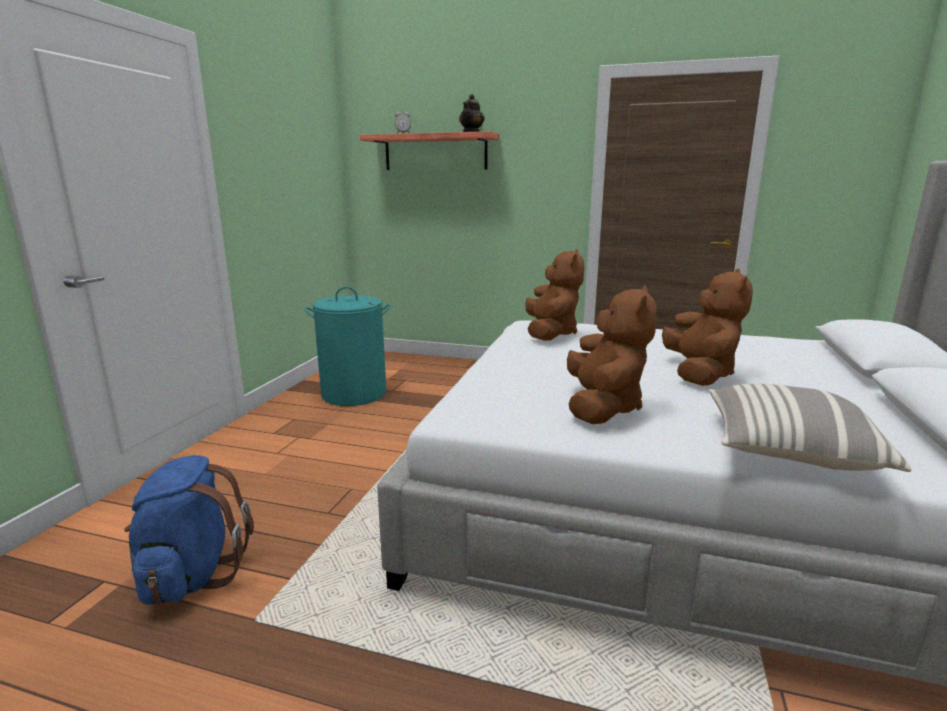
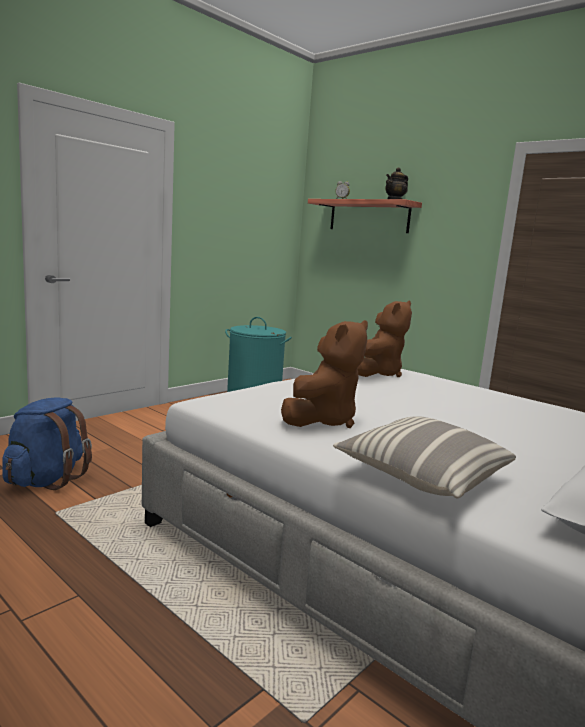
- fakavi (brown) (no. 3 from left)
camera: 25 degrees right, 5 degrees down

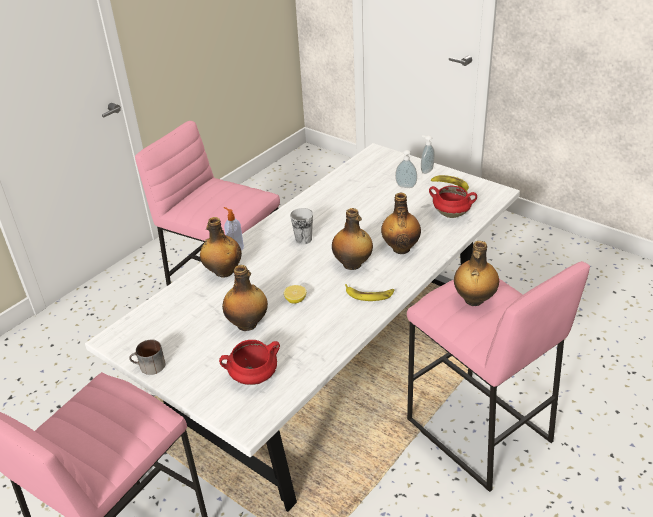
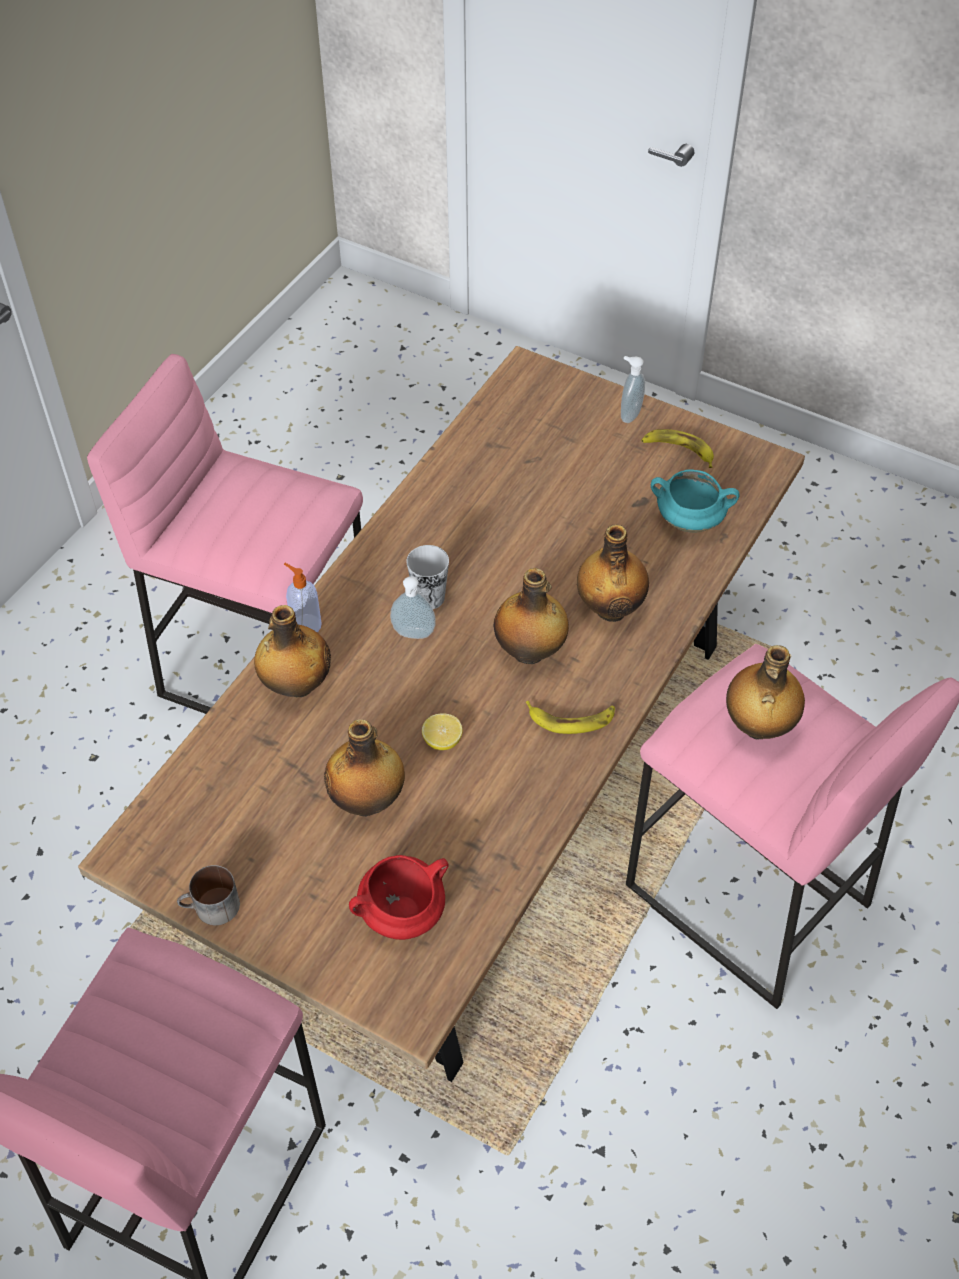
~ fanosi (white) to fanosi (brown)
~ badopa (no. 2 from left)
~ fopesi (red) (no. 2 from left) to fopesi (turquoise)
camera: 10 degrees left, 15 degrees up

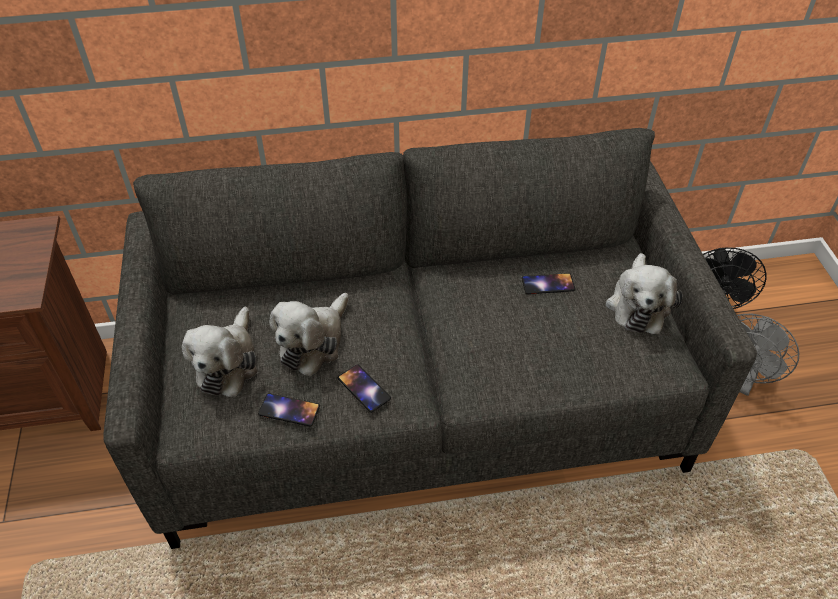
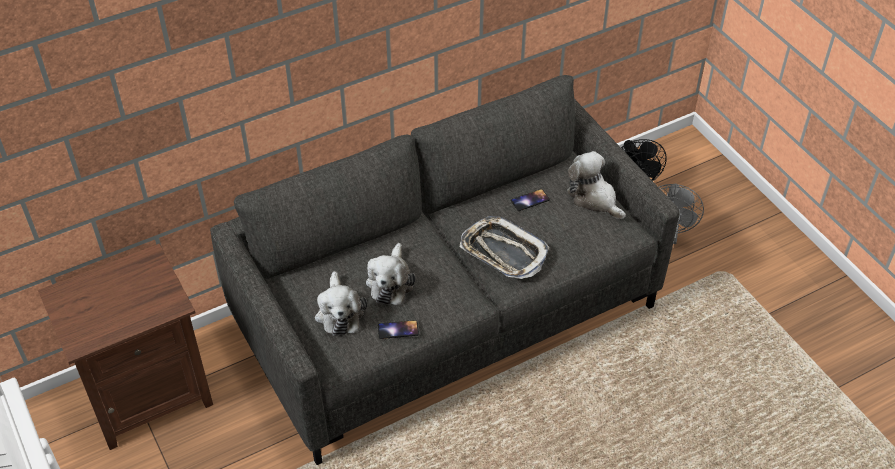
~ fakavi (no. 3 from left) 150 degrees clockwise
- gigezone (no. 2 from left)
+ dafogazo
camera: 20 degrees left, 0 degrees up

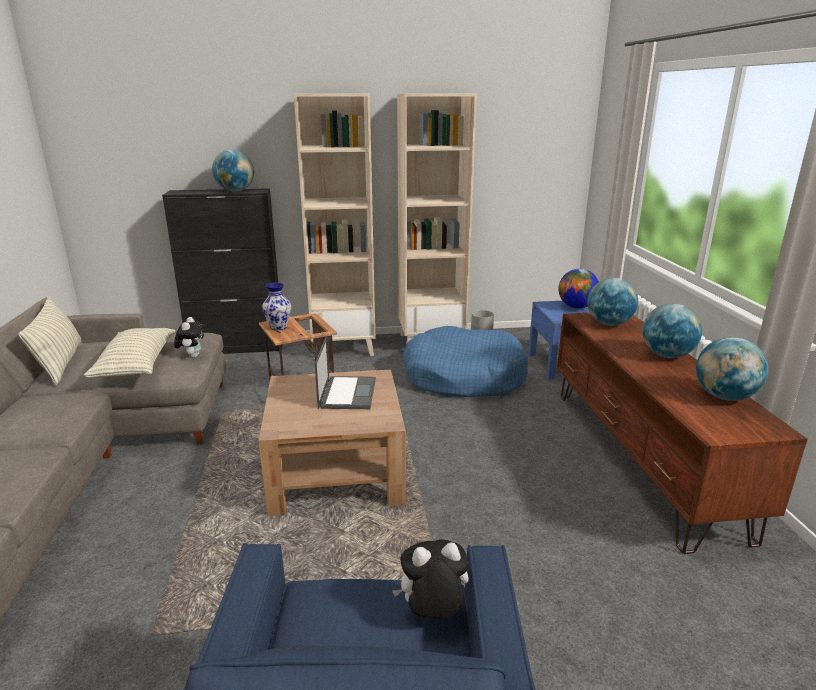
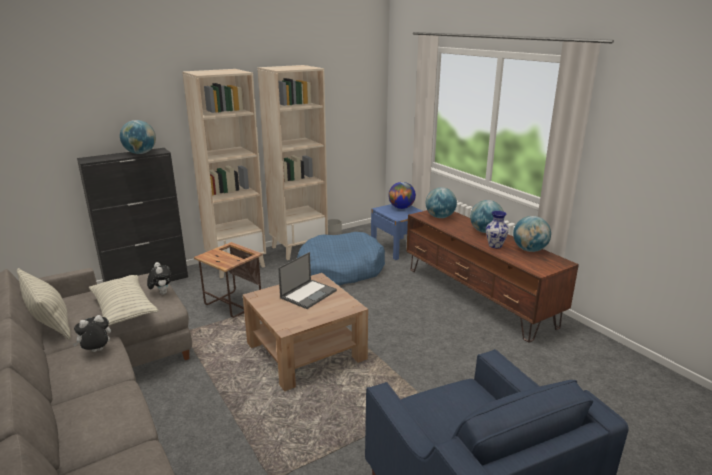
~ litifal
~ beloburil 60 degrees clockwise
~ fakavi (no. 2 from left in the first image) to fakavi (no. 1 from left)
camera: 25 degrees left, 0 degrees up

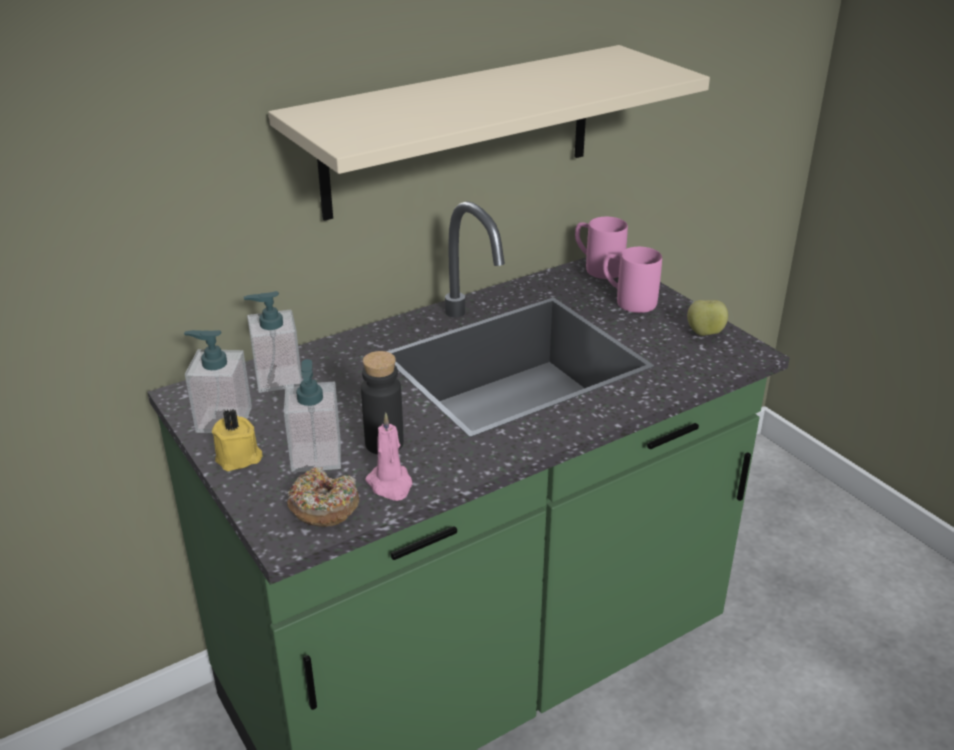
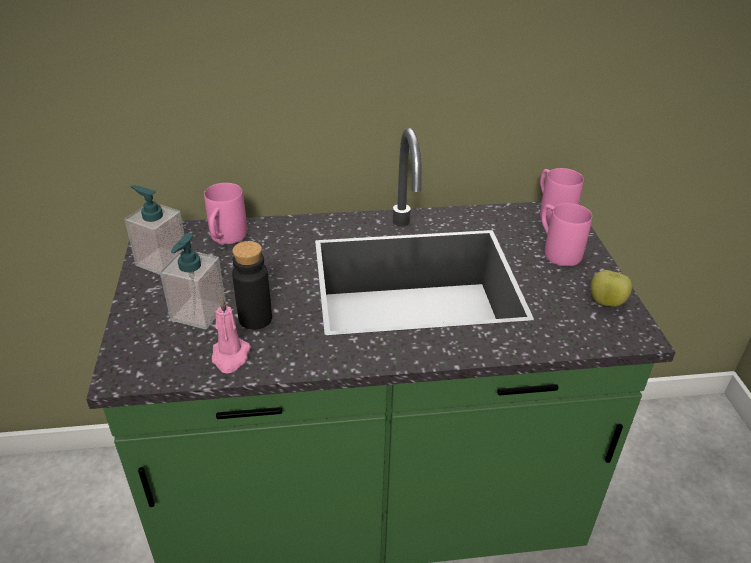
- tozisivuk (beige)
~ badopa (no. 2 from left) to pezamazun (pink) (no. 1 from left)
- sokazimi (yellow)
- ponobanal
camera: 25 degrees right, 5 degrees up

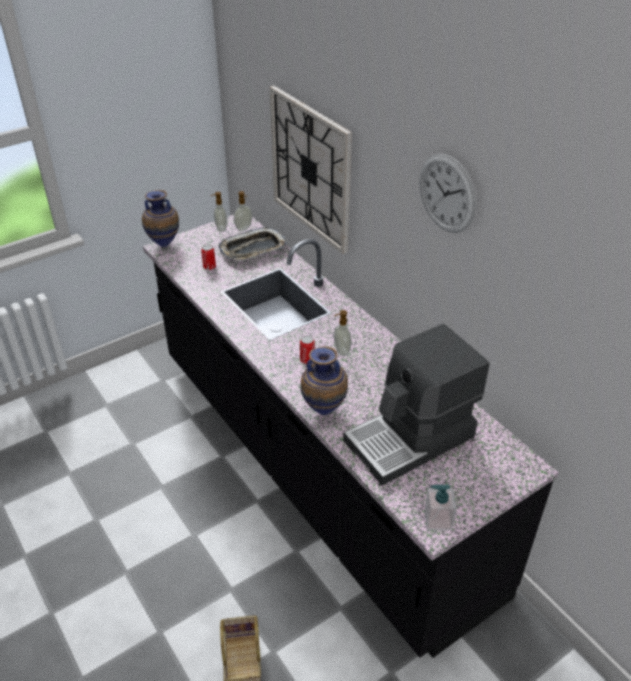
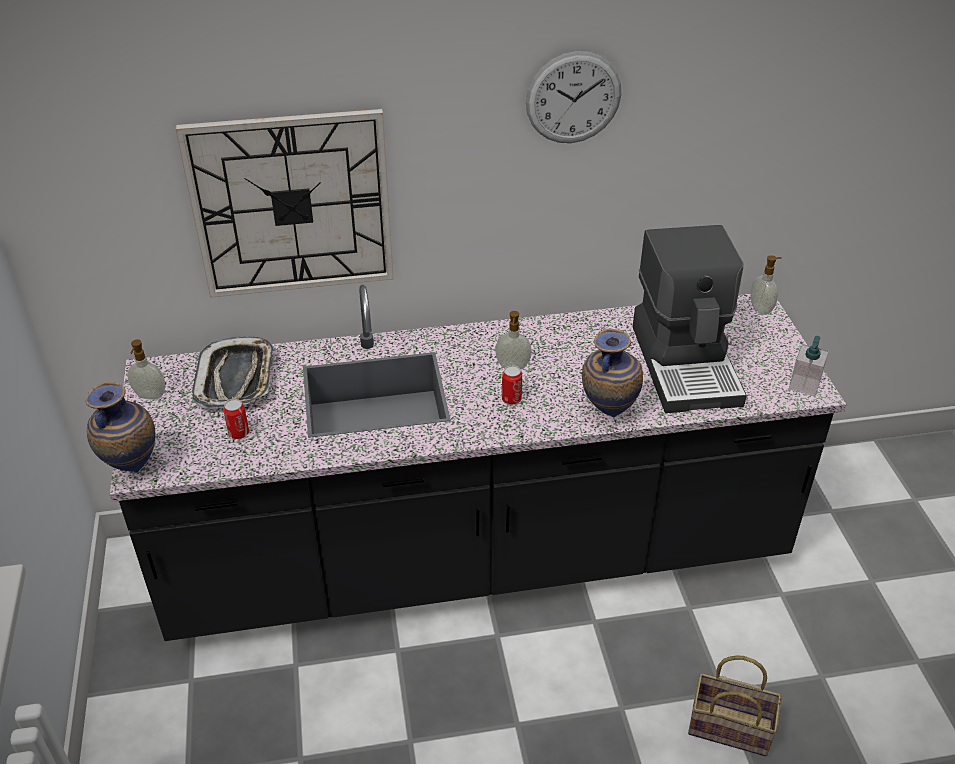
~ badopa (no. 2 from left in the first image) to badopa (no. 3 from left)
camera: 65 degrees left, 0 degrees up

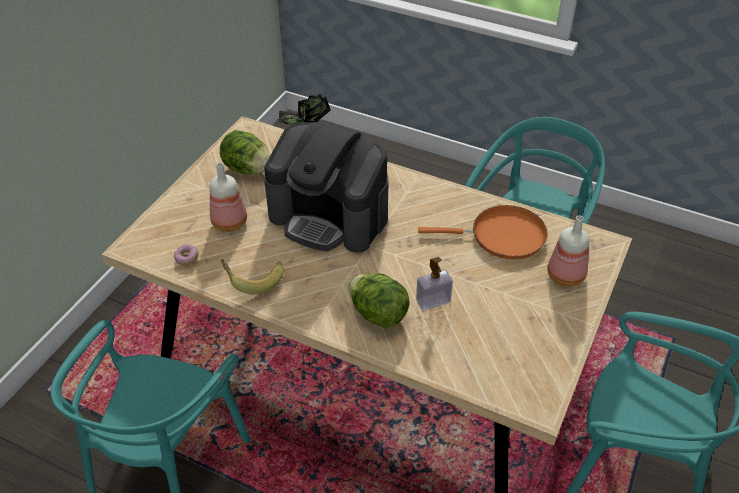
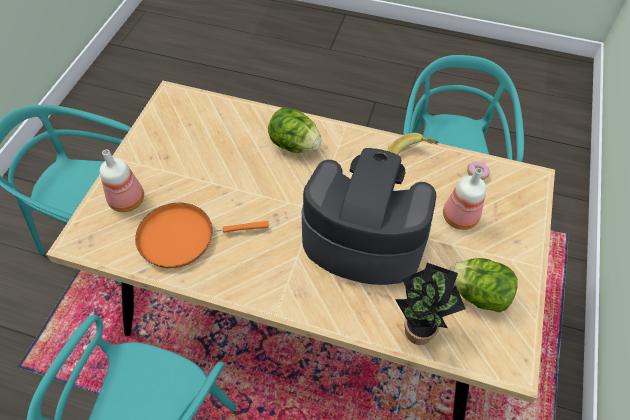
- badopa
camera: 170 degrees right, 10 degrees up

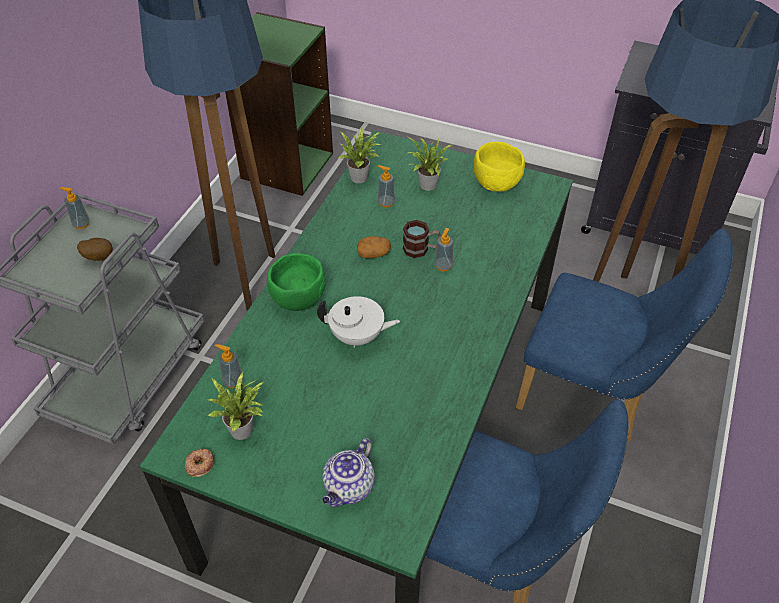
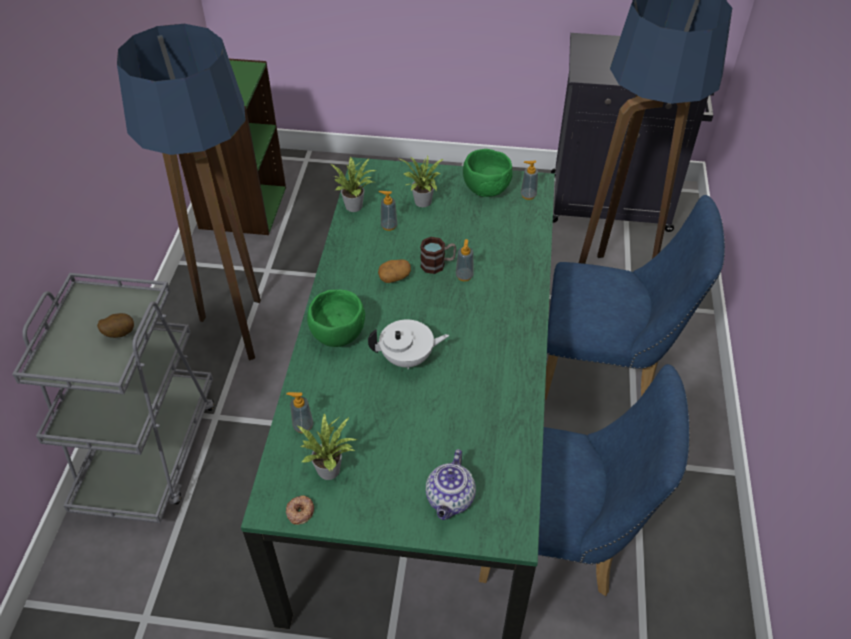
~ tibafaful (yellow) to tibafaful (green) (no. 2 from left)
~ badopa (no. 1 from left in the first image) to badopa (no. 4 from left)
camera: 15 degrees left, 0 degrees up

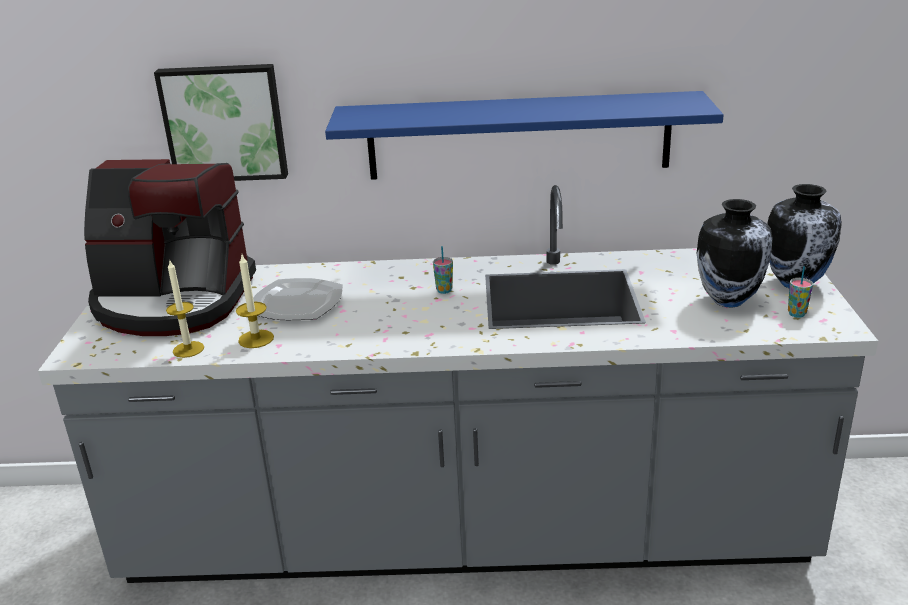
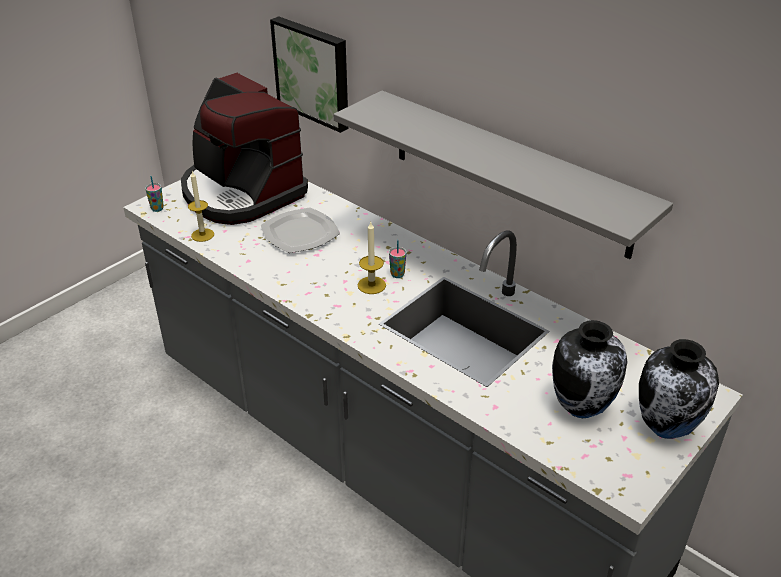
~ tozisivuk (blue) to tozisivuk (grey)
~ sokazimi (no. 2 from left)
~ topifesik (no. 2 from left in the first image) to topifesik (no. 1 from left)
camera: 40 degrees right, 10 degrees up

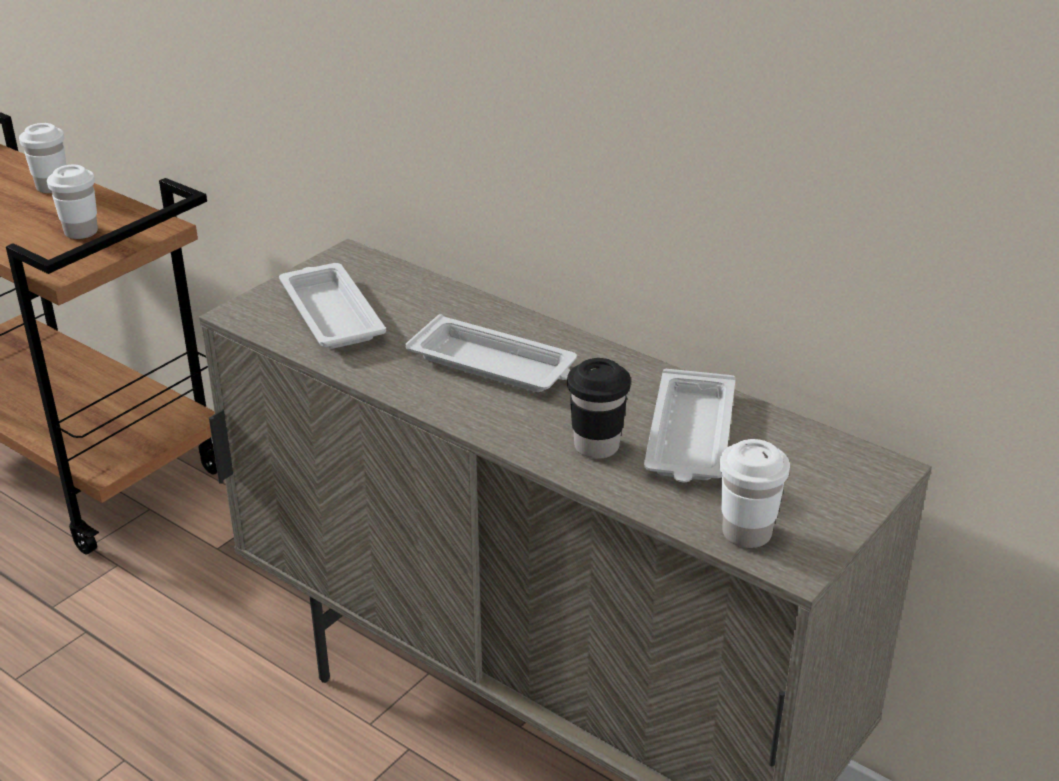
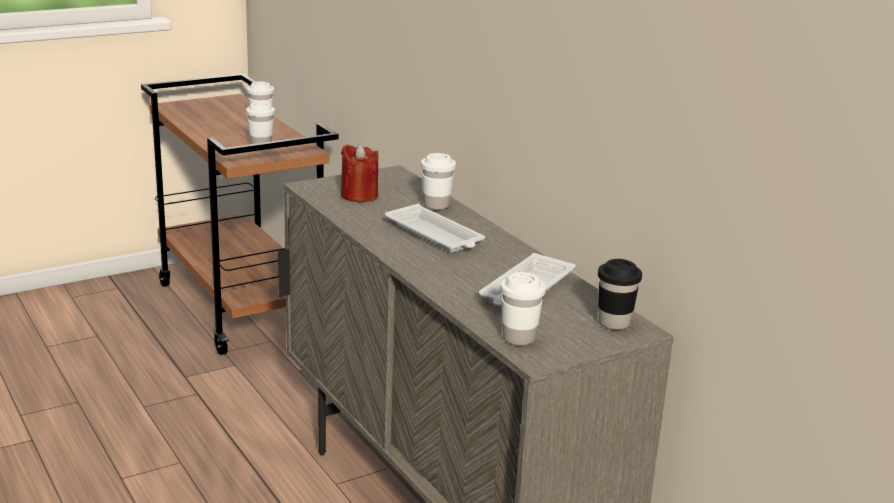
~ dafogazo (white) (no. 1 from left) to sokazimi (red)
~ topifesik (black)
+ topifesik (white) (no. 3 from left)
camera: 20 degrees right, 10 degrees down

